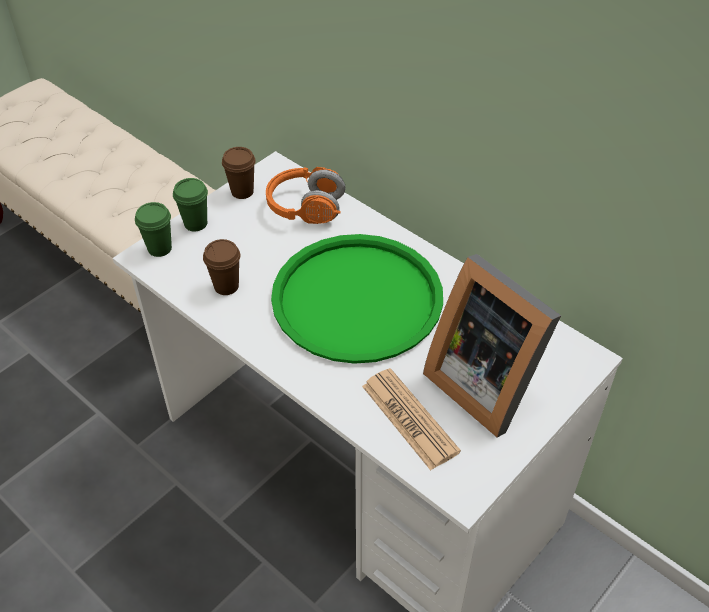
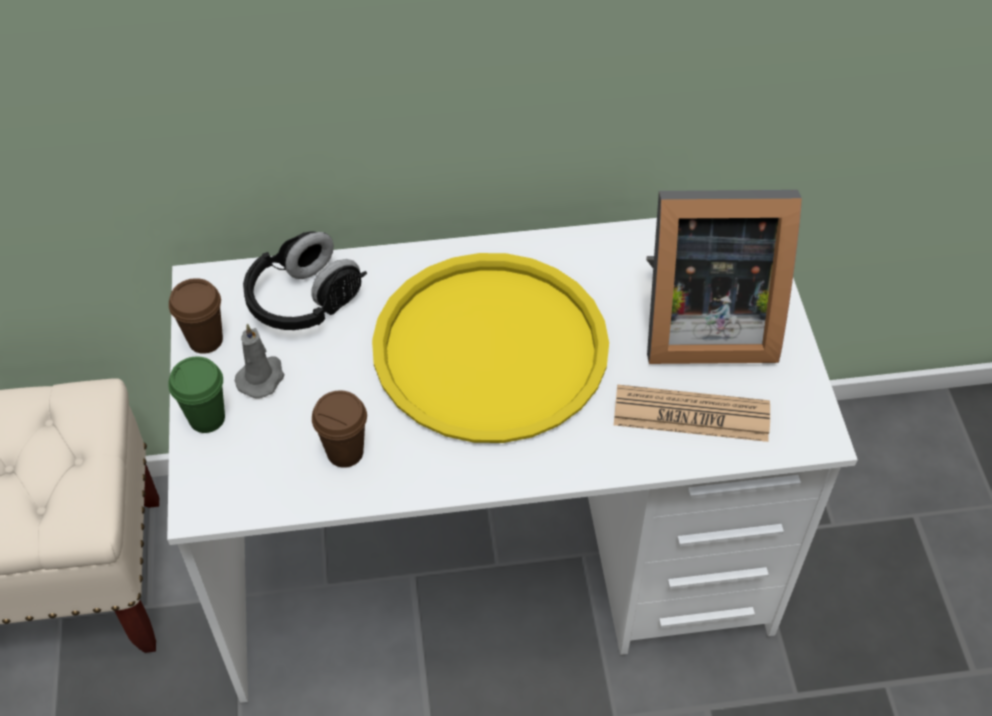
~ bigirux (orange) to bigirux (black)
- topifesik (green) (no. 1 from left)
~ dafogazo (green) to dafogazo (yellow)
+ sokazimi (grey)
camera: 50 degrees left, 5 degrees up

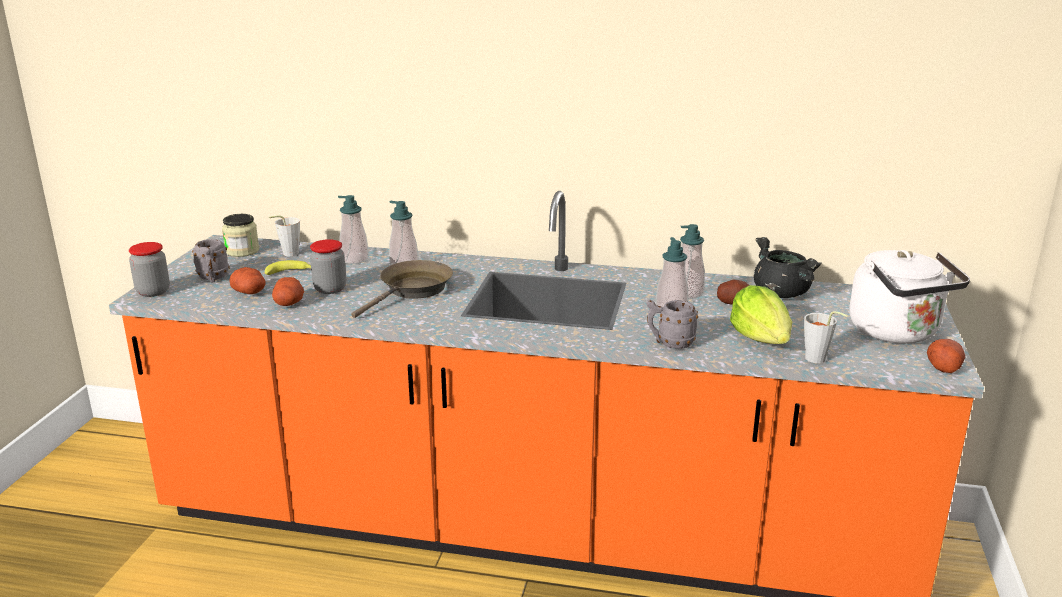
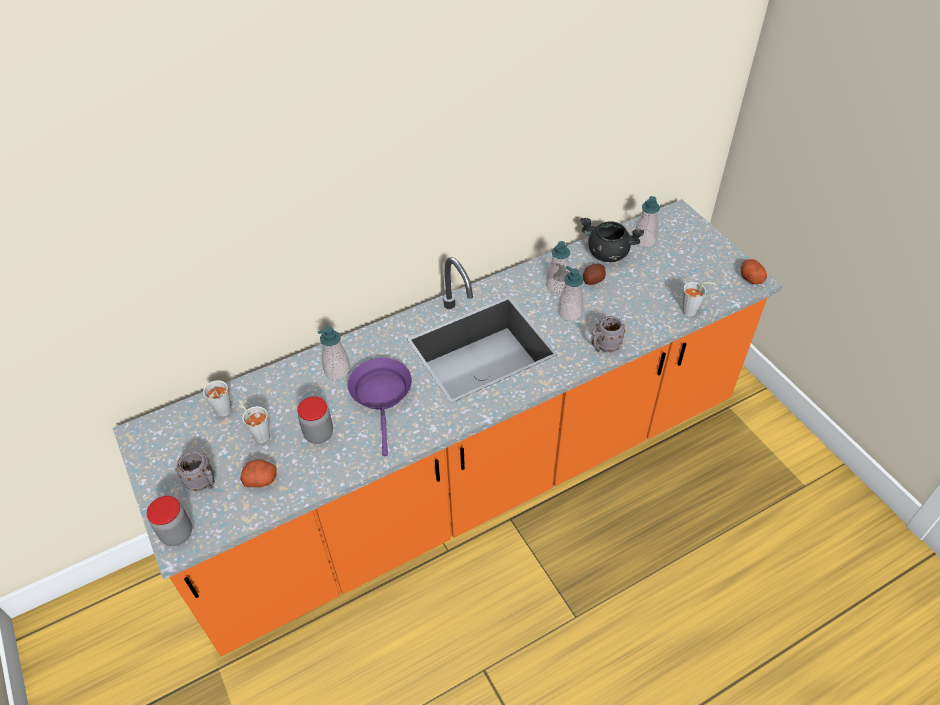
~ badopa (no. 1 from left in the first image) to badopa (no. 4 from left)
- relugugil (no. 2 from left)
- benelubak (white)
~ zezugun to topifesik (grey) (no. 2 from left)
~ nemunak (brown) to nemunak (purple)
- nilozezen (no. 2 from left)
- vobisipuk
camera: 40 degrees left, 25 degrees up

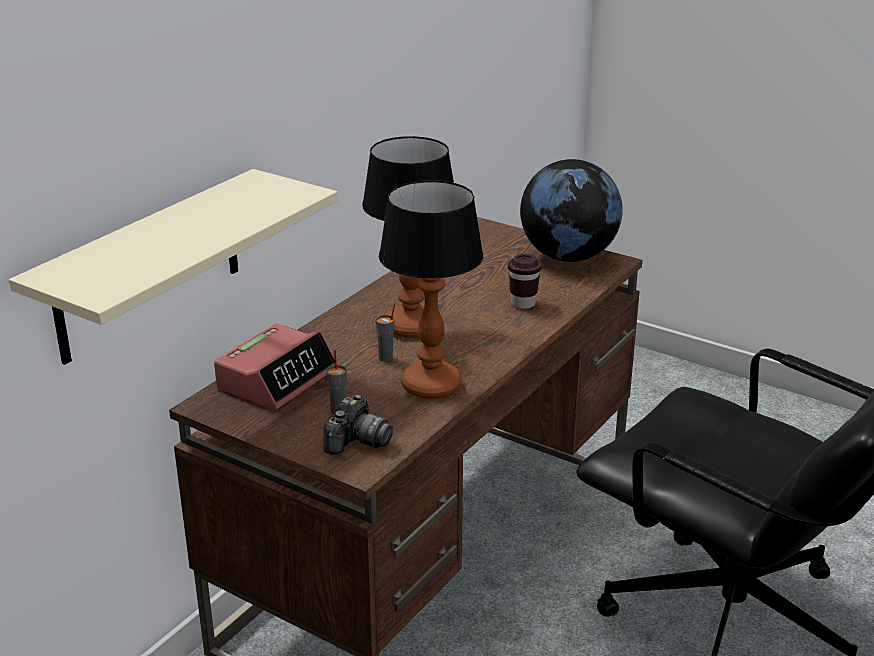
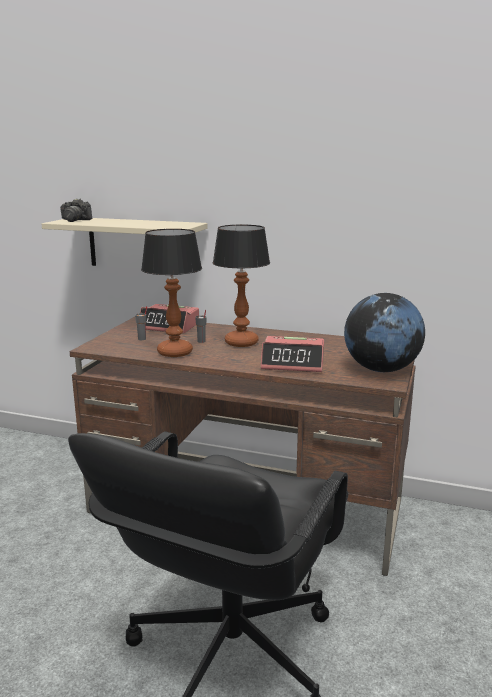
~ topifesik (brown) to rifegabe (no. 2 from left)
~ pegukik
camera: 75 degrees right, 10 degrees down

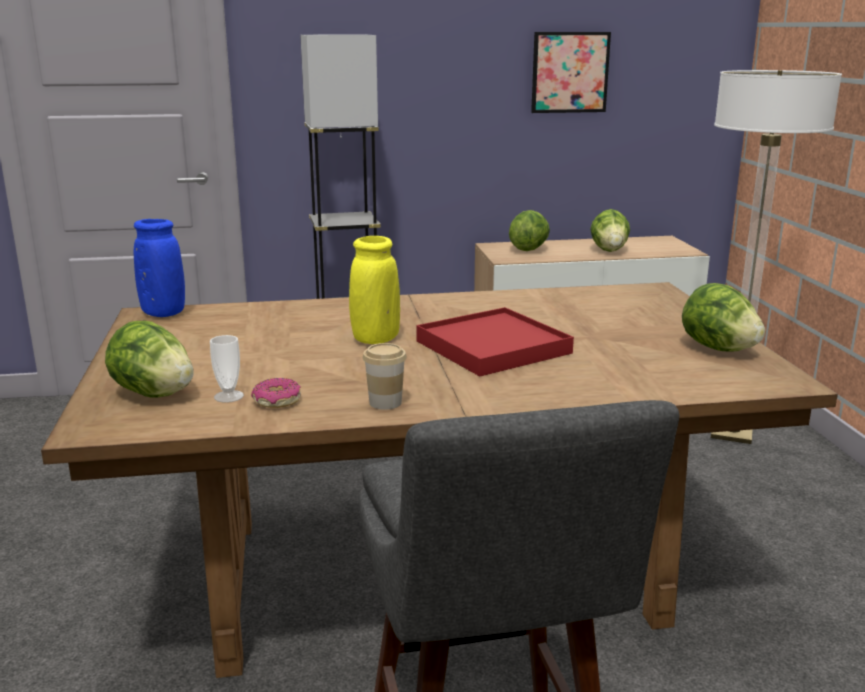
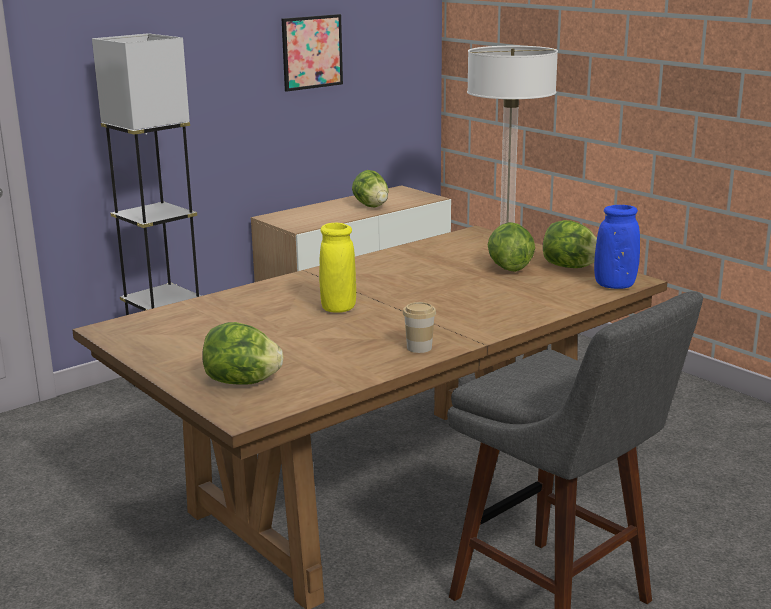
~ vobisipuk (no. 2 from left in the first image) to vobisipuk (no. 3 from left)
~ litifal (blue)
- dafogazo (red)
- topifesik (no. 1 from left)
- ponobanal
camera: 30 degrees left, 0 degrees up

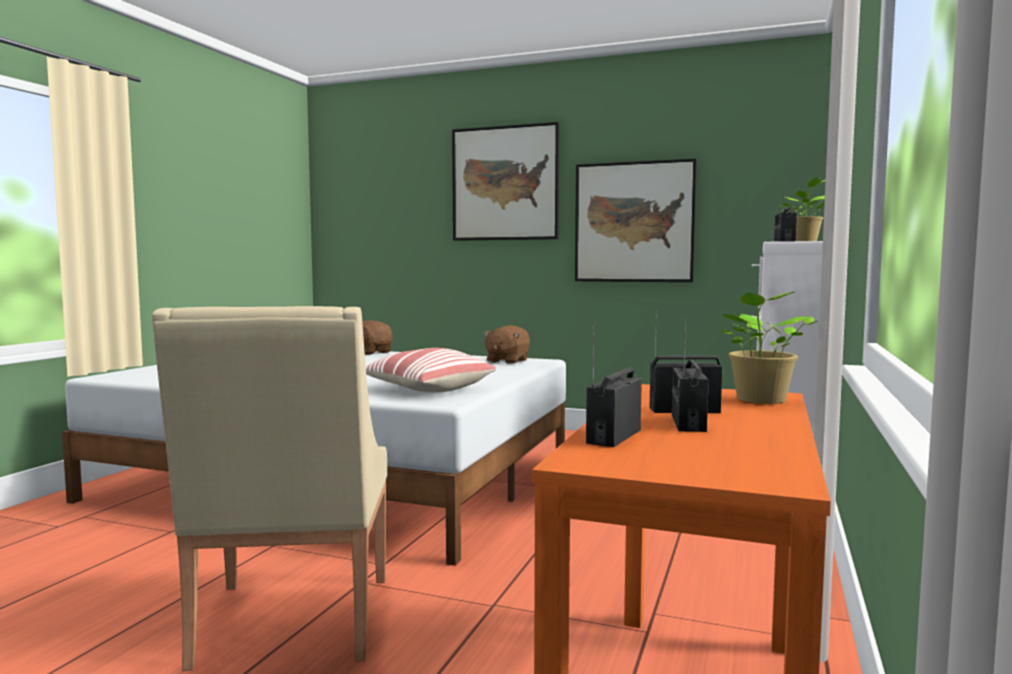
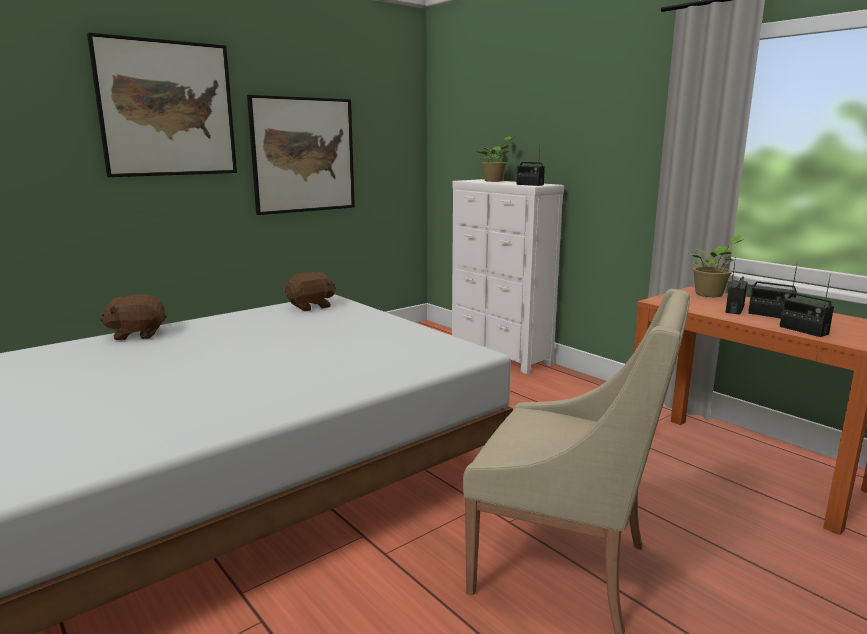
~ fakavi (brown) (no. 2 from left) 90 degrees counterclockwise
- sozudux
camera: 60 degrees left, 10 degrees up

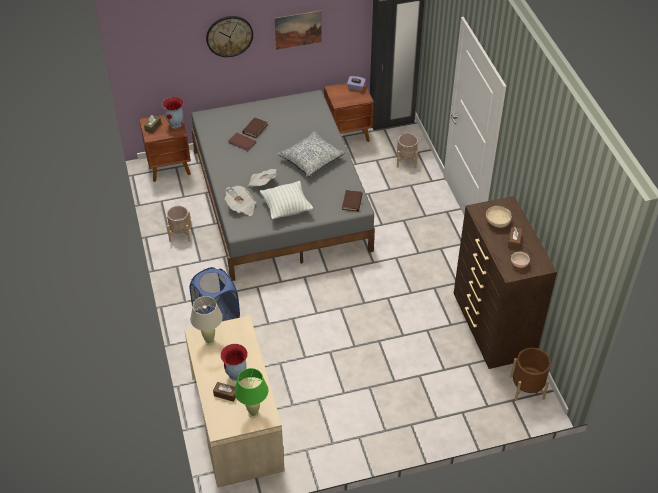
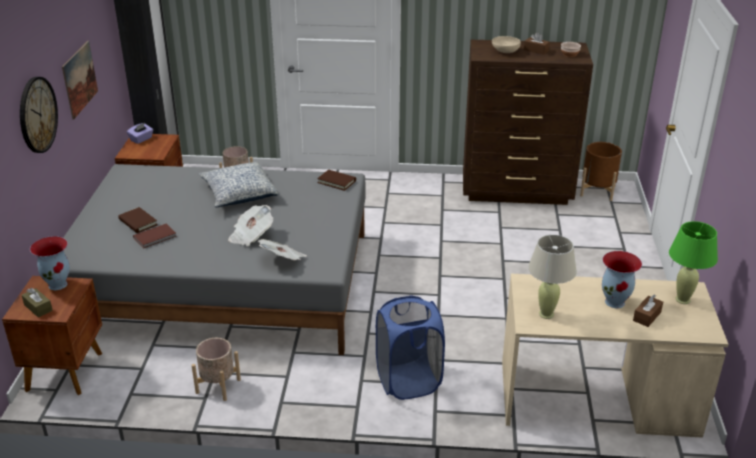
- sozudux (no. 1 from left)
camera: 70 degrees left, 15 degrees down

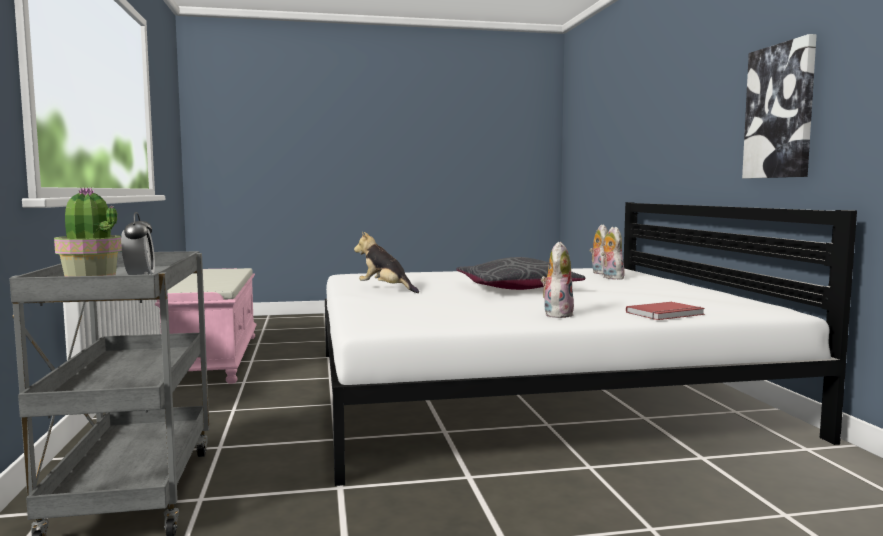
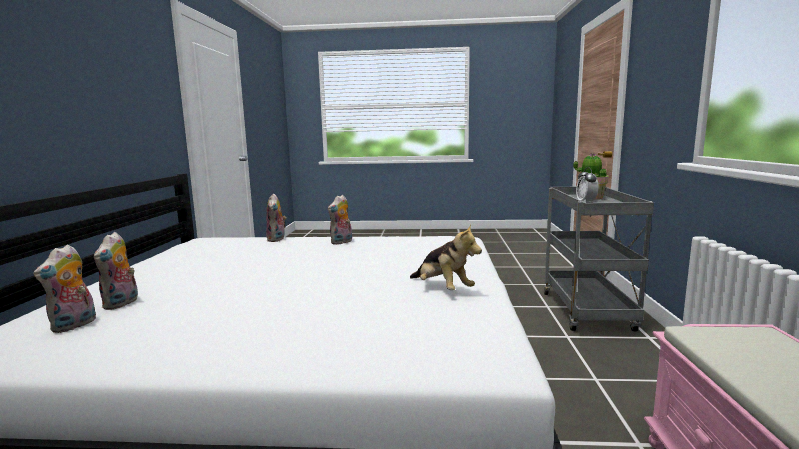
- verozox
- sozudux (grey)
~ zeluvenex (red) to fakavi (no. 3 from left)
camera: 165 degrees left, 5 degrees up

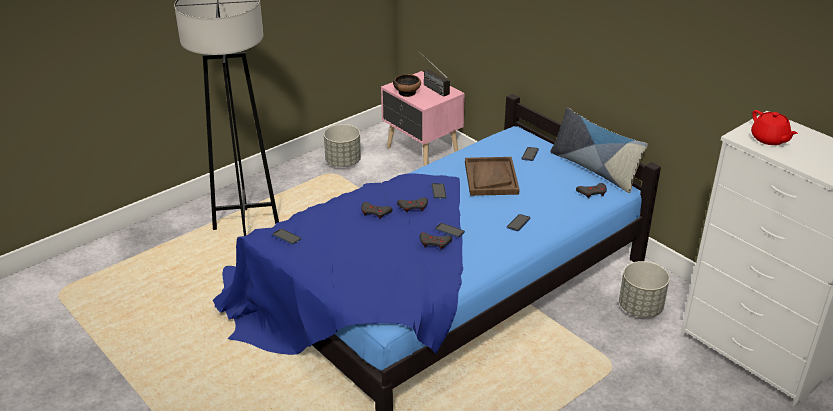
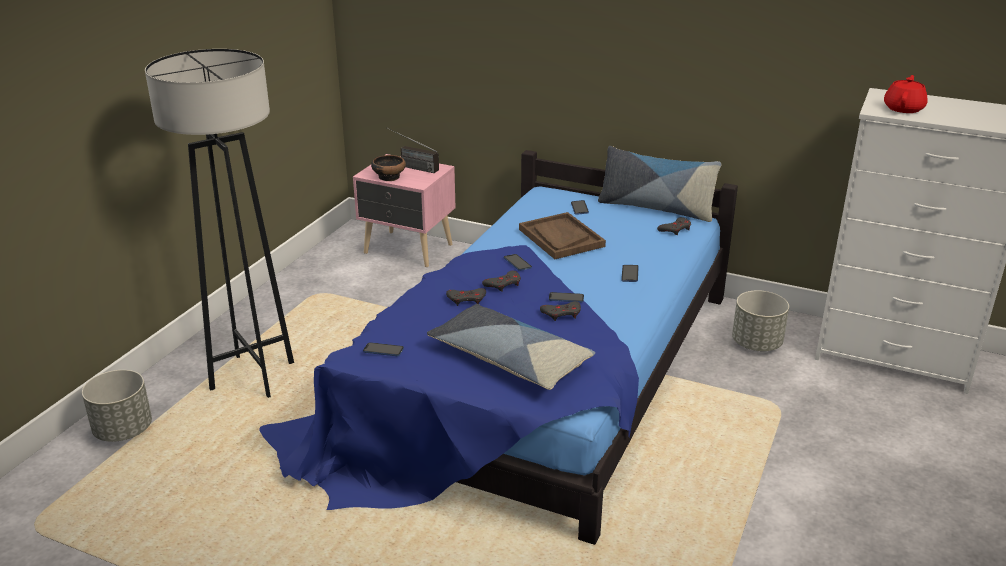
~ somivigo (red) 105 degrees counterclockwise
~ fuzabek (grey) (no. 1 from left)
+ sozudux (no. 1 from left)
camera: 25 degrees left, 5 degrees down

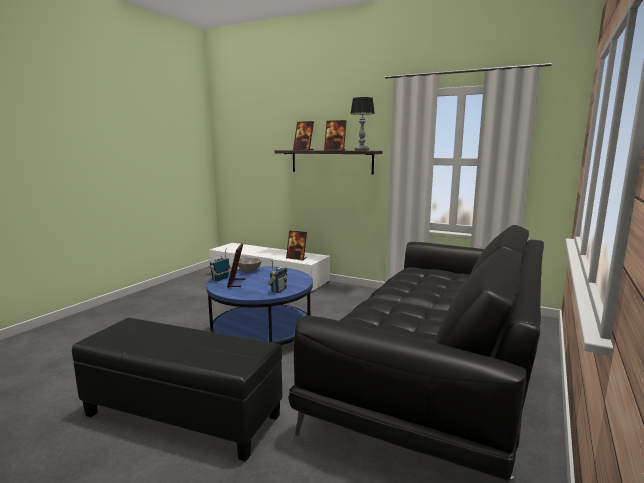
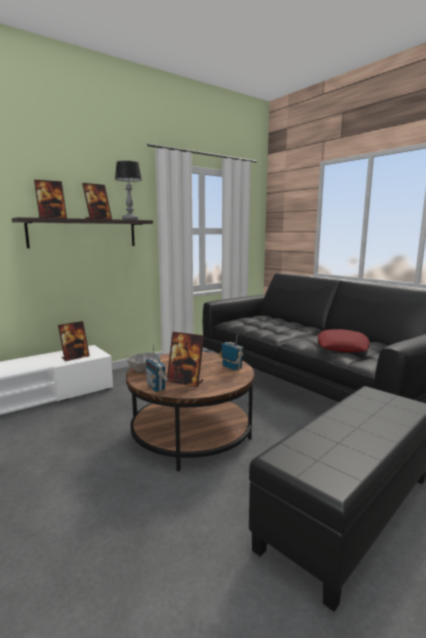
~ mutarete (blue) to mutarete (brown)
+ sozudux (red)
camera: 65 degrees left, 0 degrees up

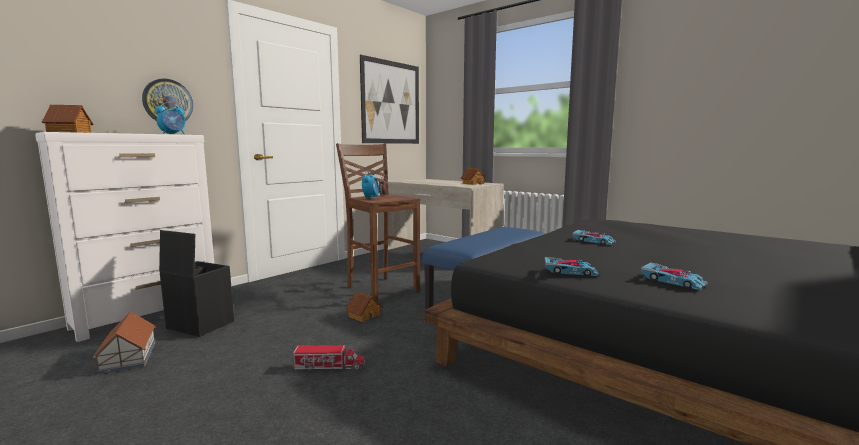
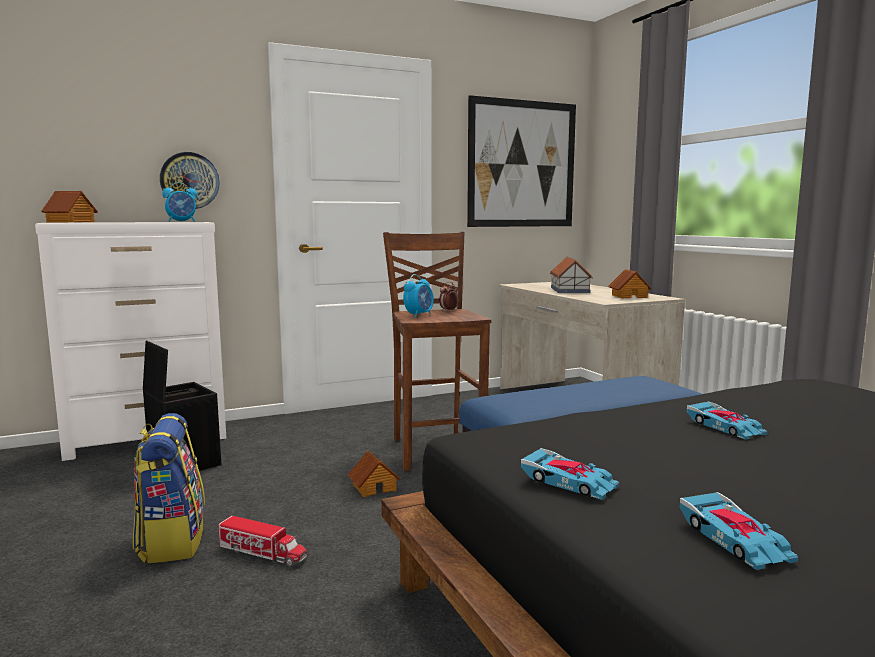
~ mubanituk (no. 2 from left in the first image) to mubanituk (no. 3 from left)
+ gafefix
camera: 25 degrees right, 0 degrees up

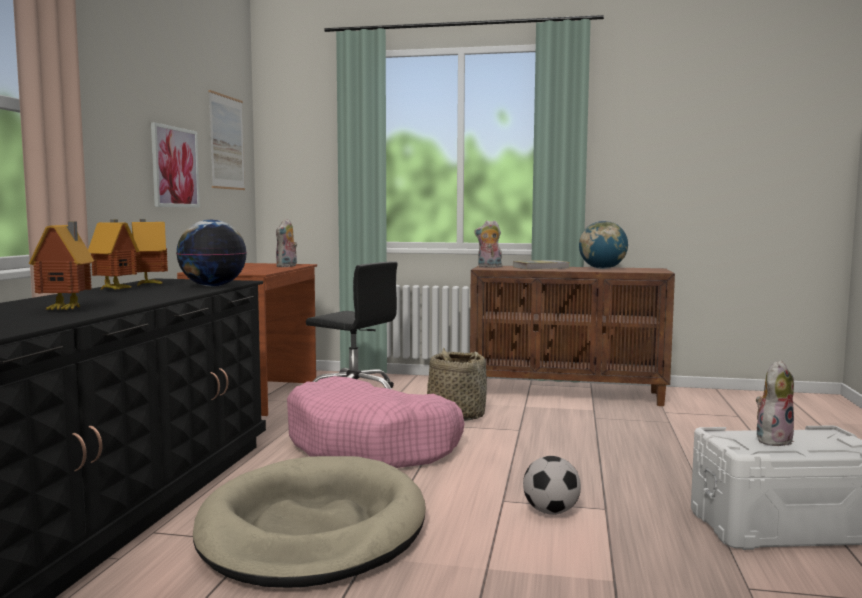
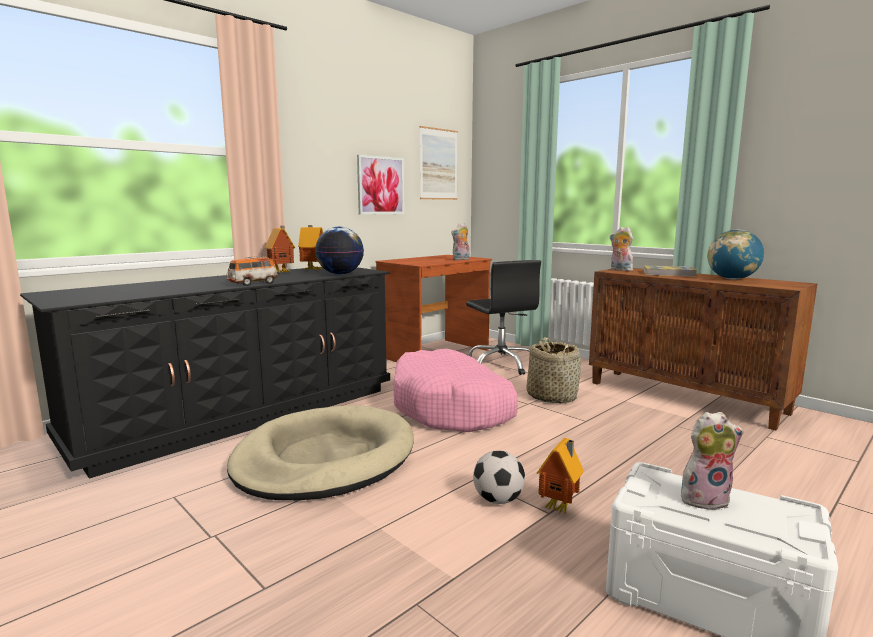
~ mubanituk (no. 1 from left in the first image) to mubanituk (no. 3 from left)
+ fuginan
camera: 35 degrees right, 5 degrees up

